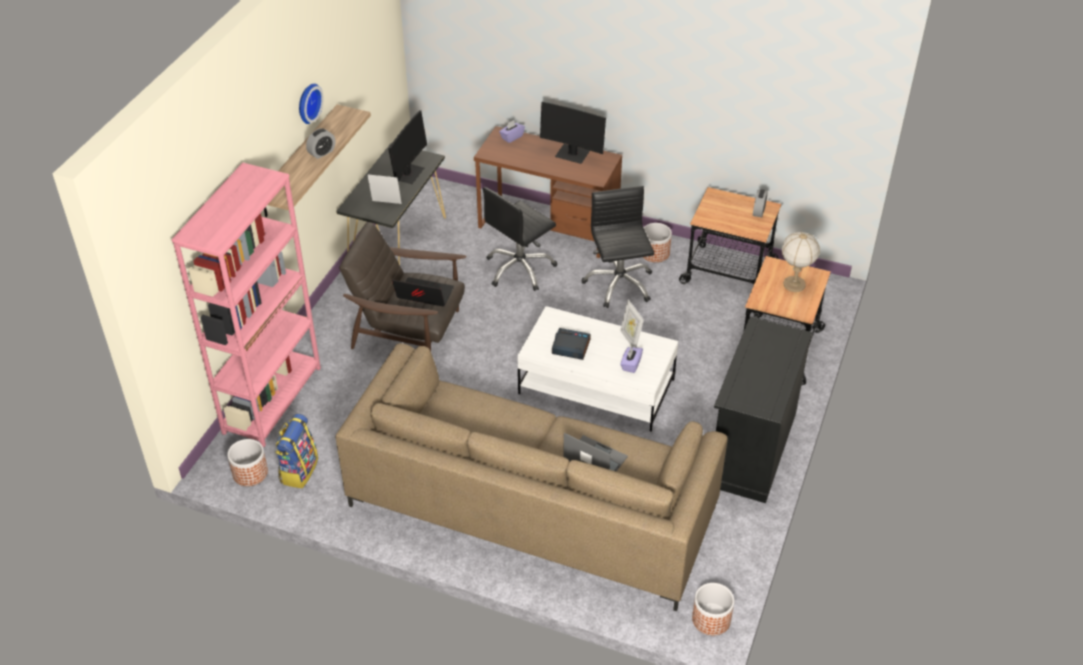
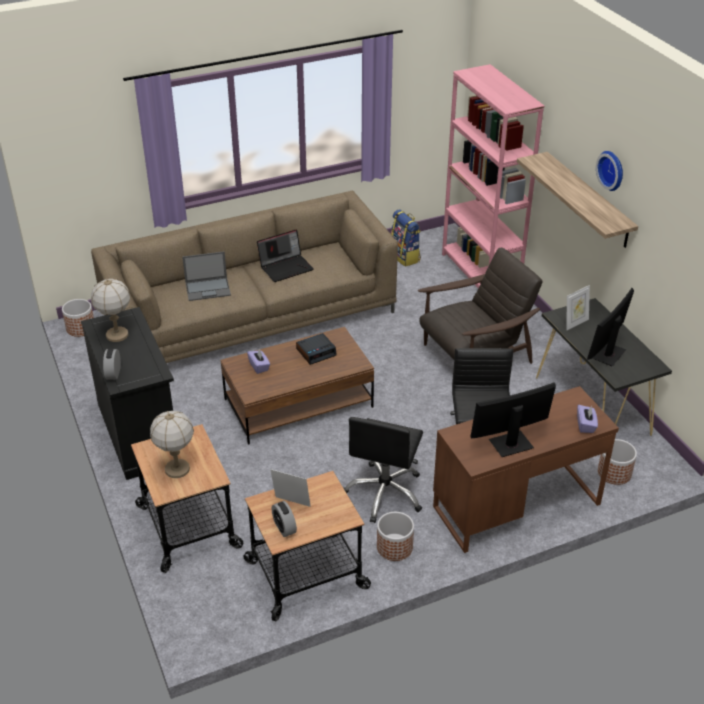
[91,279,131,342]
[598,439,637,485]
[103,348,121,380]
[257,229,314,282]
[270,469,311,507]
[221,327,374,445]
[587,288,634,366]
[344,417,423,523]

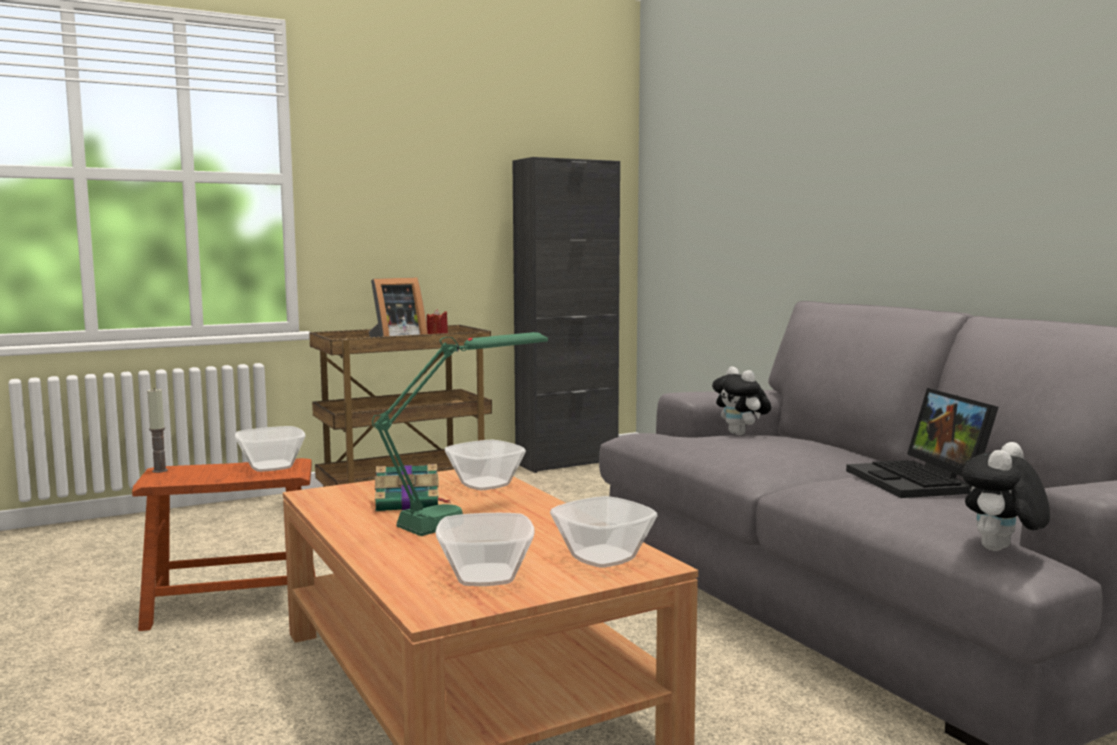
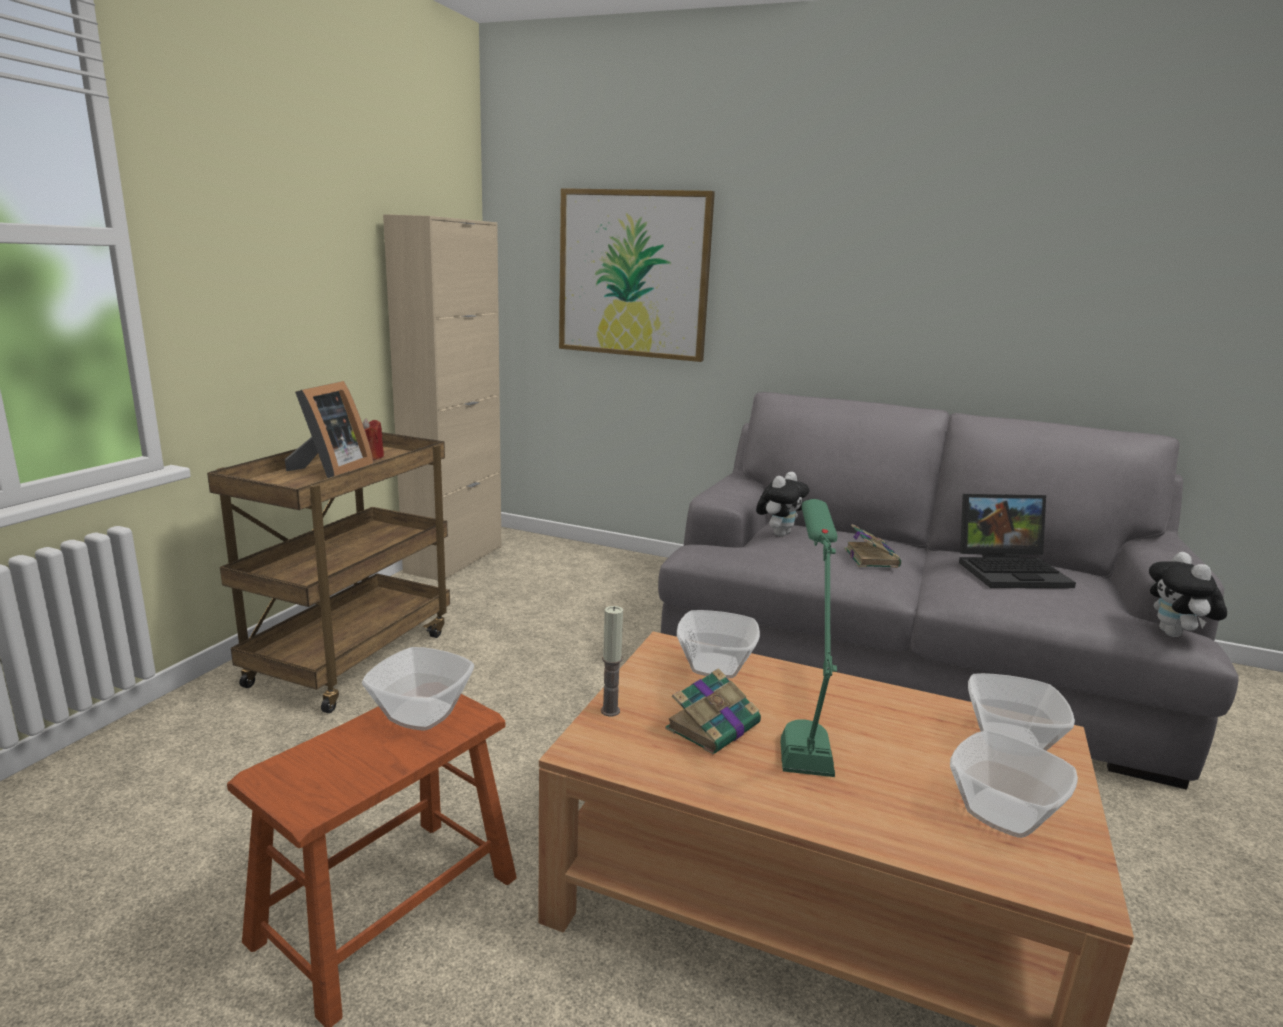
[559,188,715,362]
[845,524,901,568]
[601,606,623,716]
[383,214,501,580]
[756,472,809,537]
[959,494,1076,588]

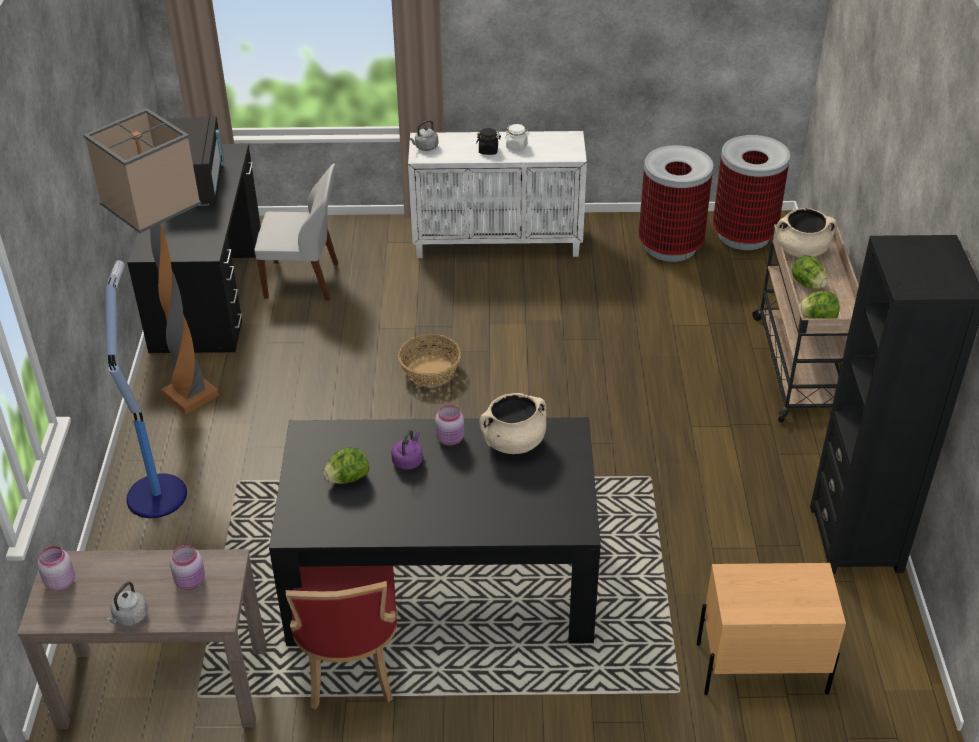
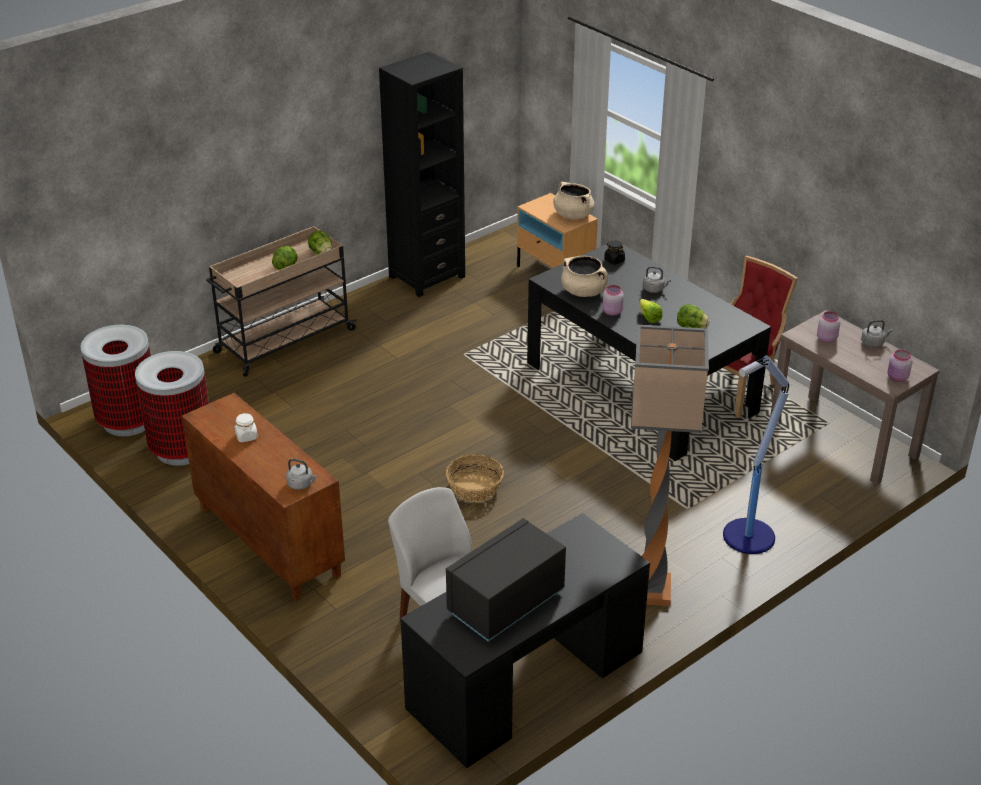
[643,266,671,293]
[604,241,625,265]
[553,182,594,220]
[639,299,663,323]
[182,393,345,601]

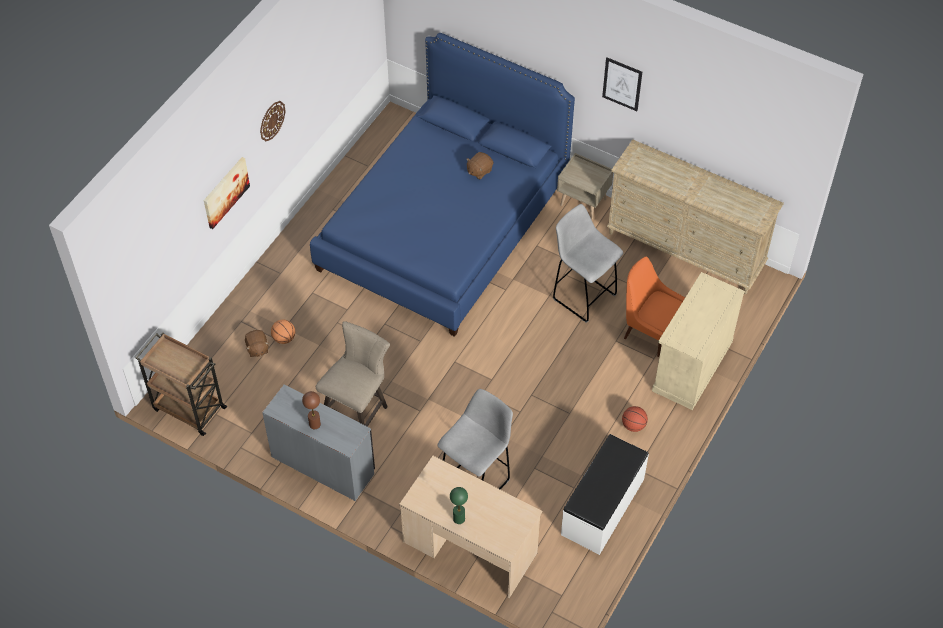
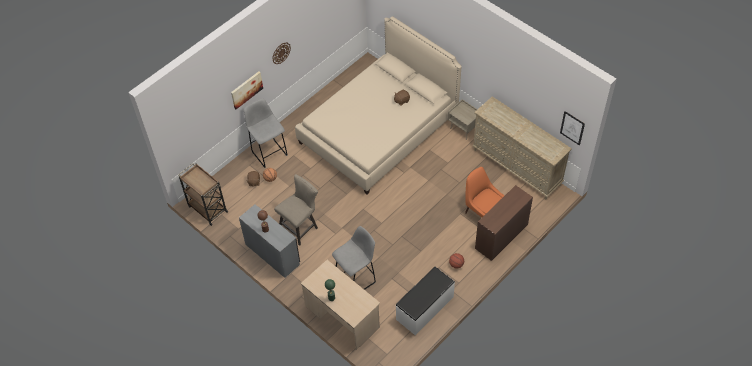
[244,99,288,168]
[560,111,585,146]
[475,185,533,261]
[295,16,461,194]

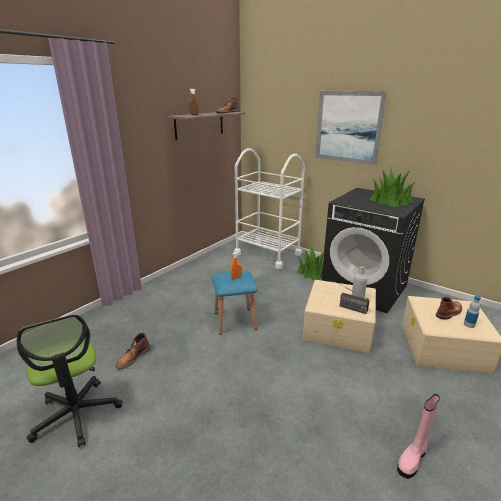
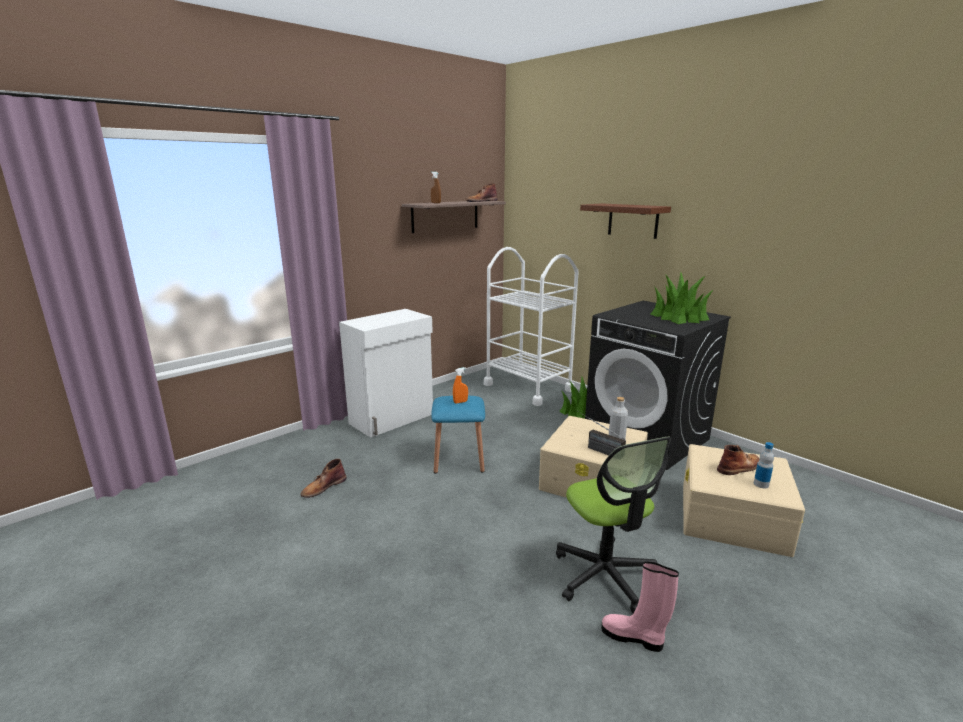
[339,309,433,438]
[556,437,671,614]
[580,203,671,239]
[601,562,679,652]

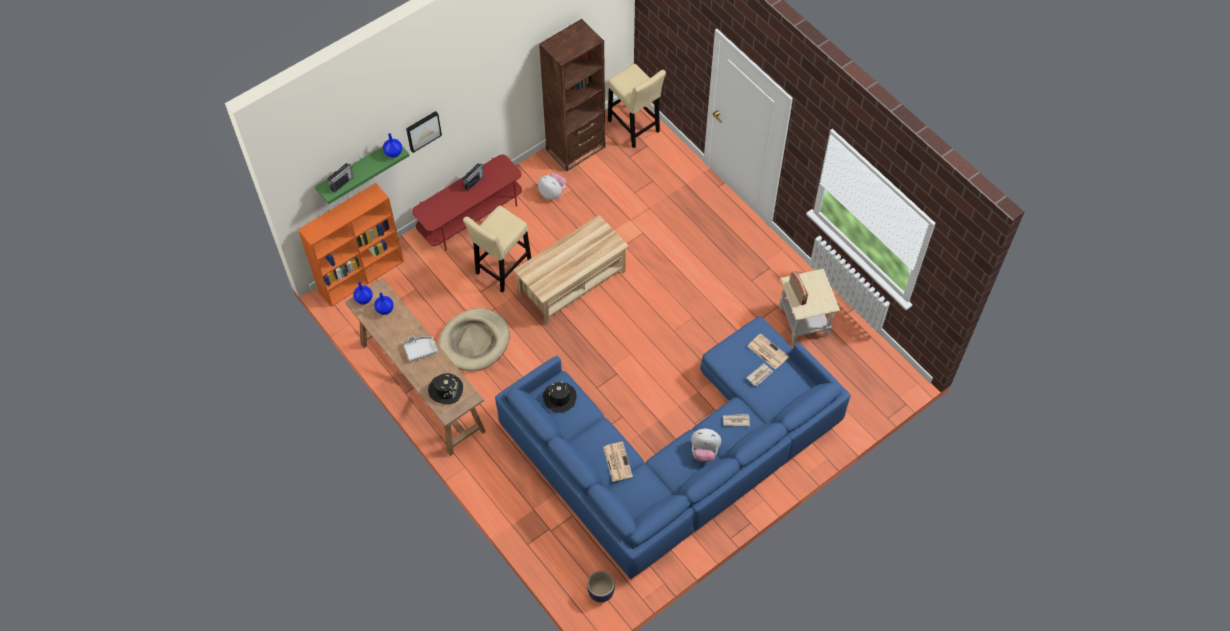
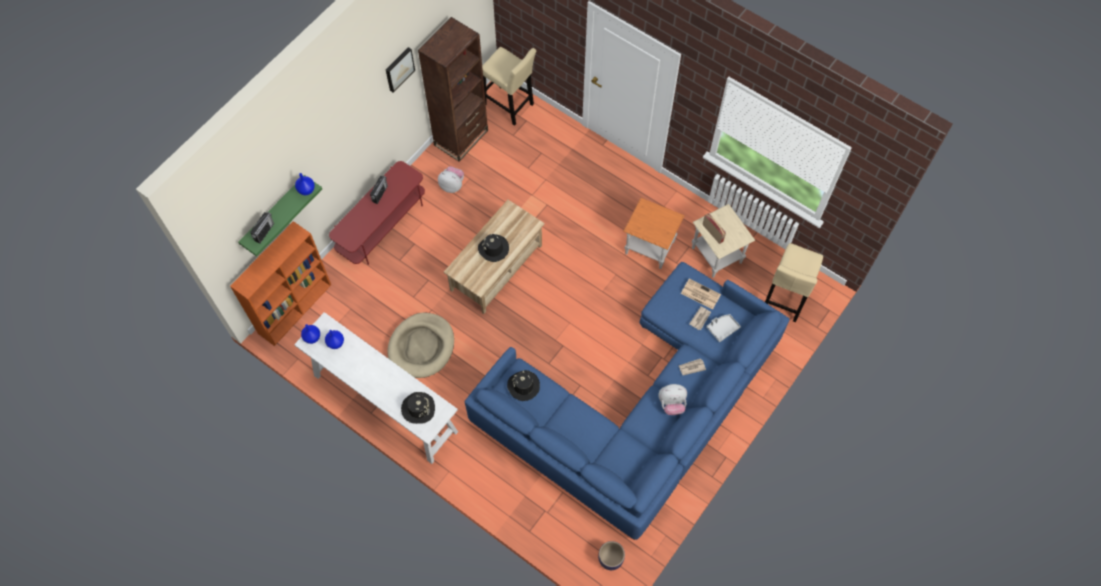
[603,442,633,482] (first image)
[478,233,509,262]
[623,198,685,269]
[706,314,741,342]
[386,47,415,93]
[765,243,823,322]
[294,312,458,464]

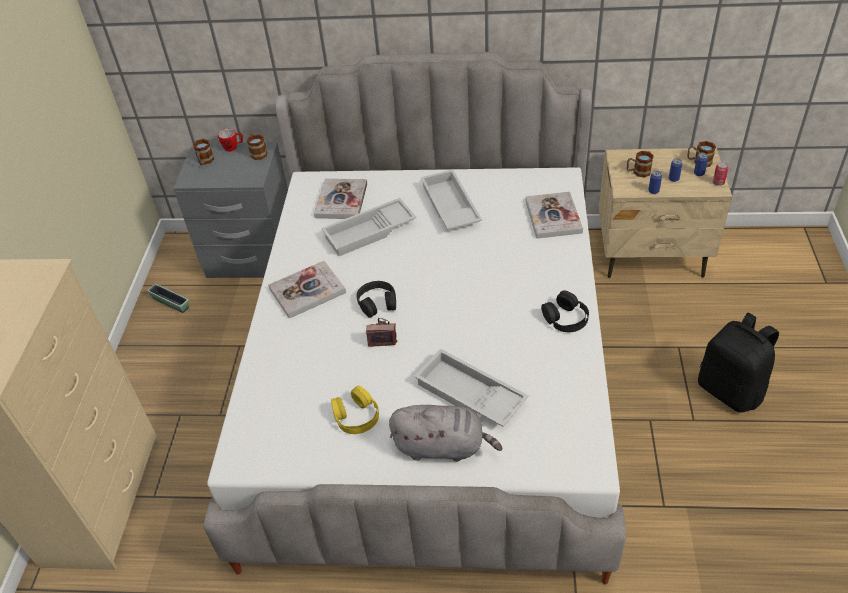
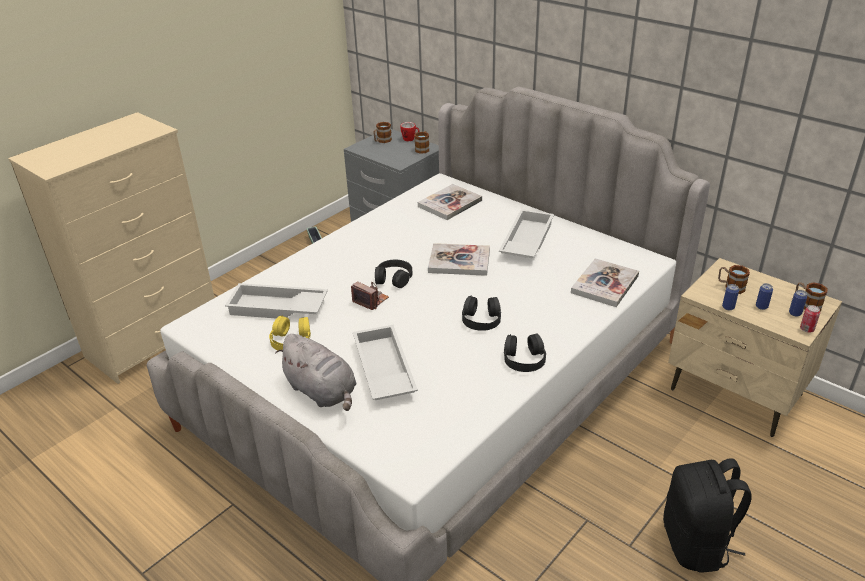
[462,295,501,331]
[428,243,490,276]
[225,283,328,319]

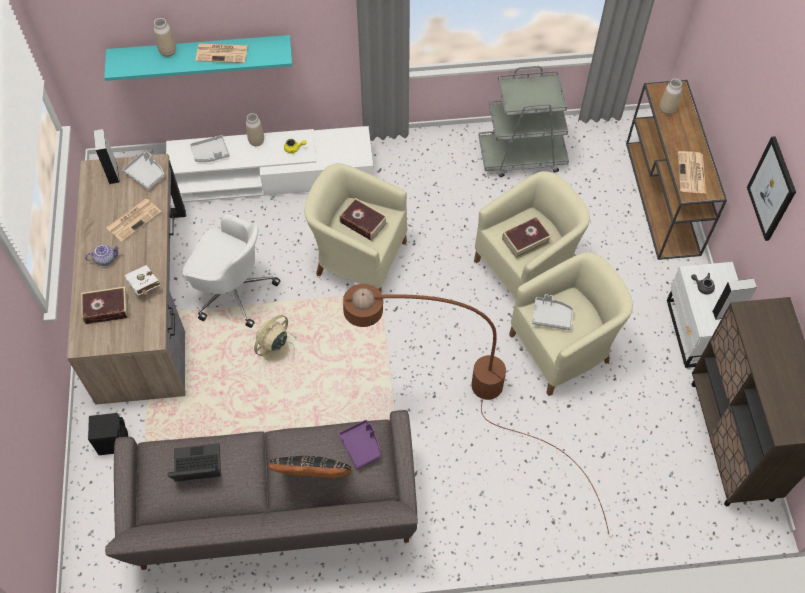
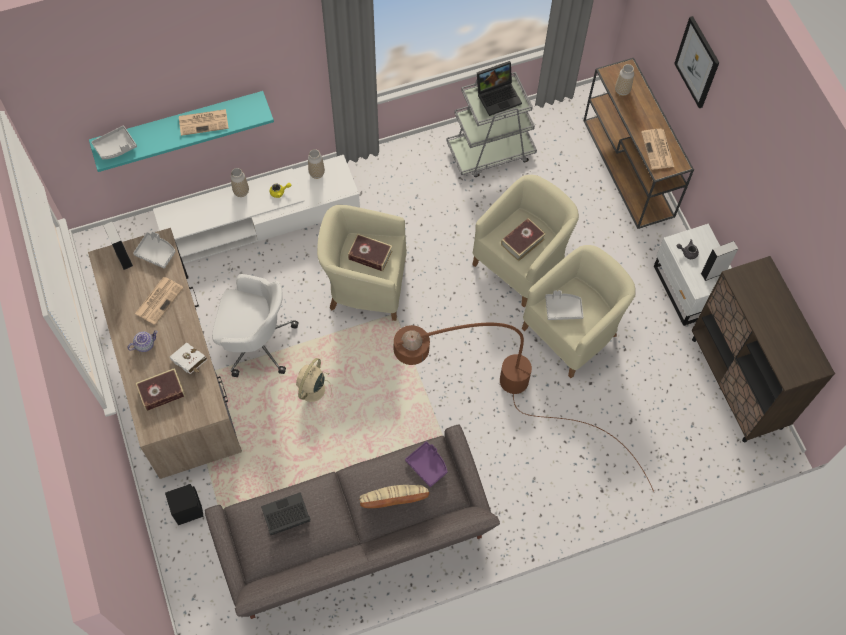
[477,61,522,116]
[308,149,325,179]
[91,126,137,159]
[674,16,720,108]
[360,485,429,508]

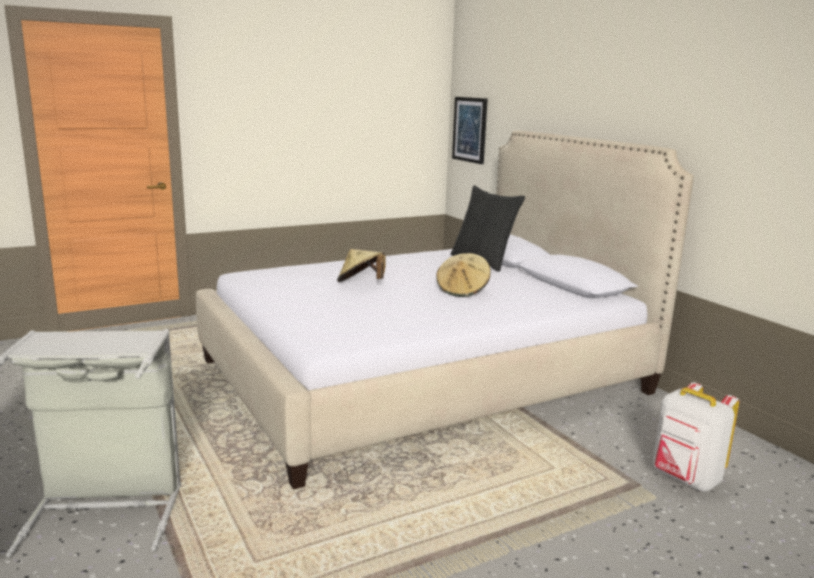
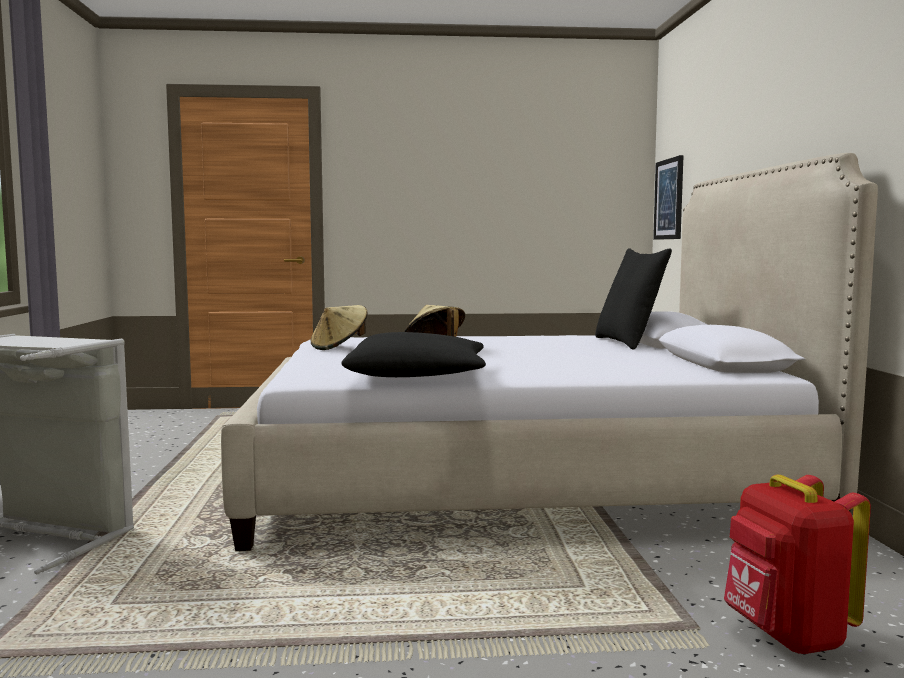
[341,332,486,377]
[311,305,368,350]
[724,475,871,654]

